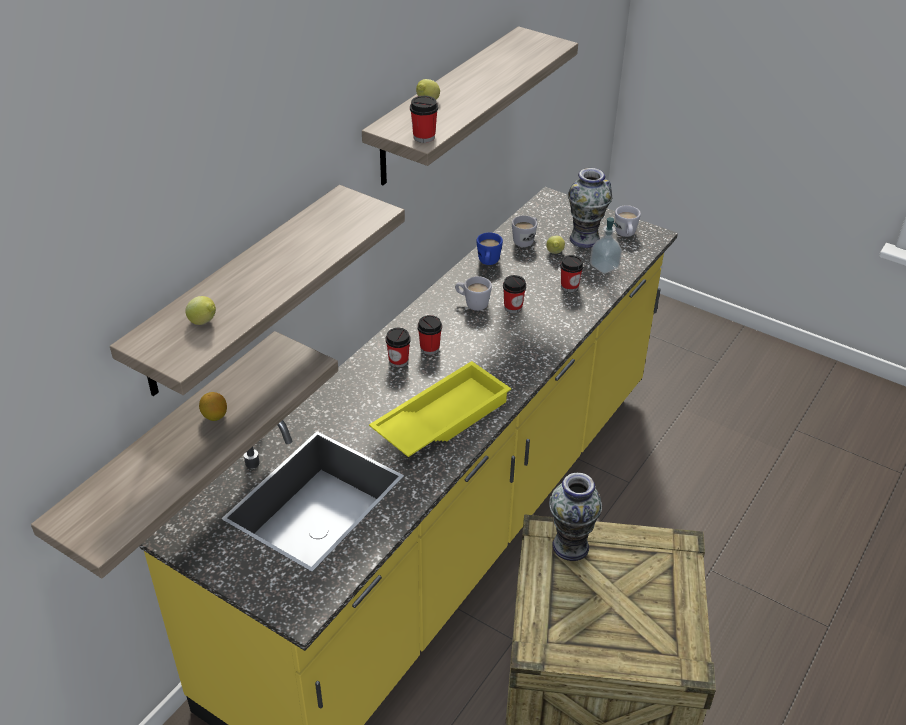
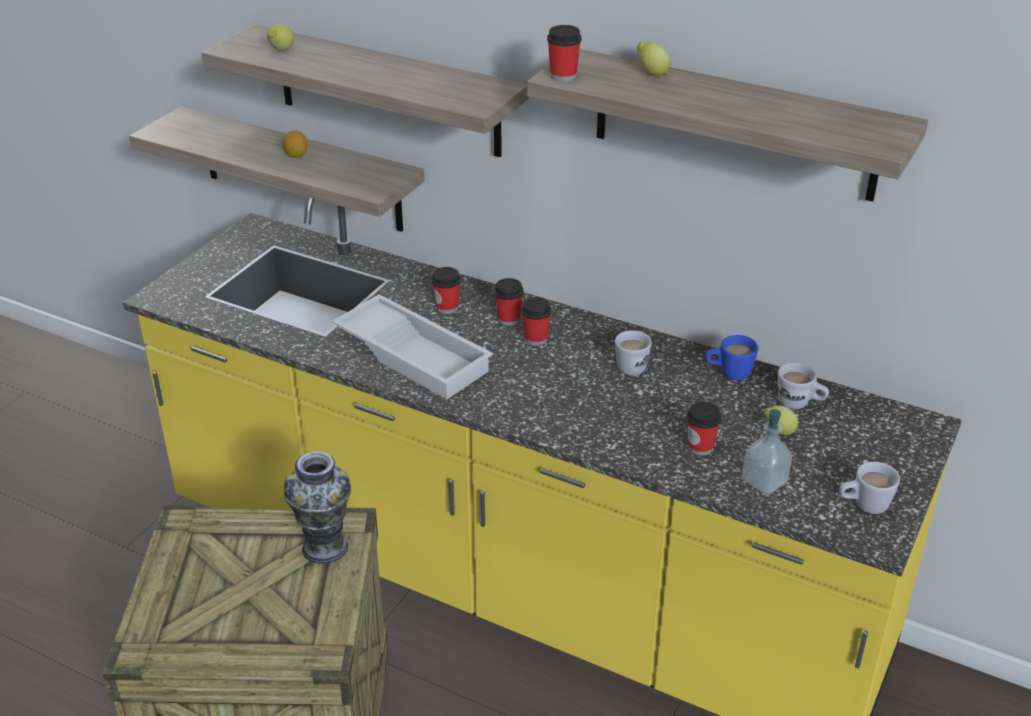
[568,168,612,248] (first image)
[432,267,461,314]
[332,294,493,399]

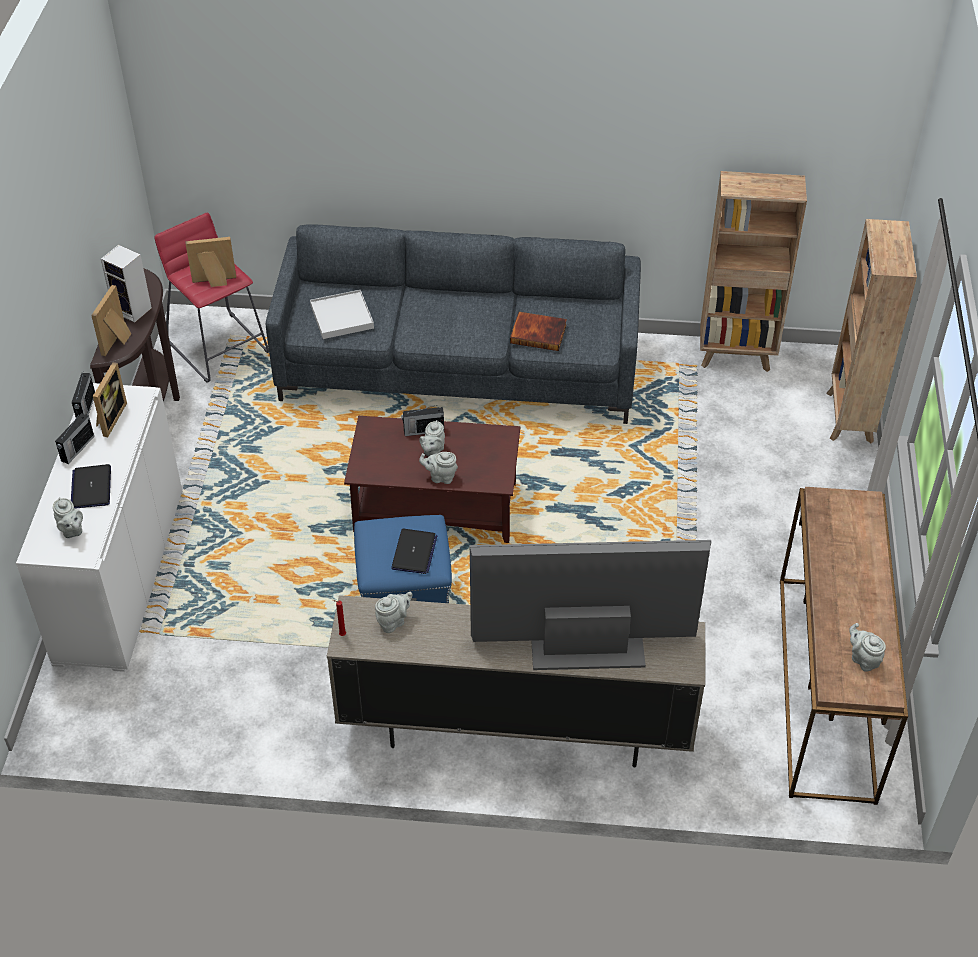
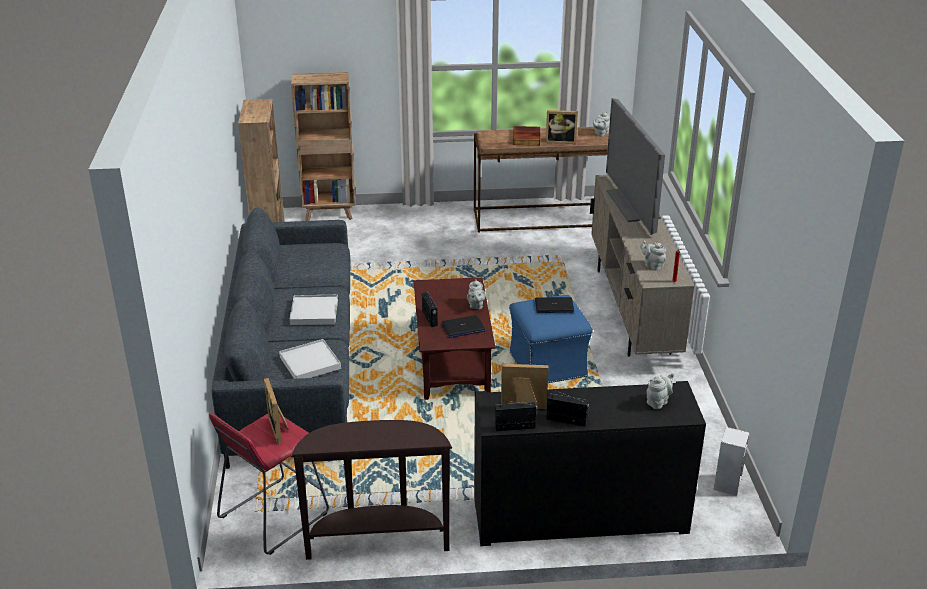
[419,420,445,456] (first image)
[289,295,338,325]
[441,315,485,338]
[546,110,578,144]
[713,427,750,496]
[513,126,540,146]
[474,381,706,546]

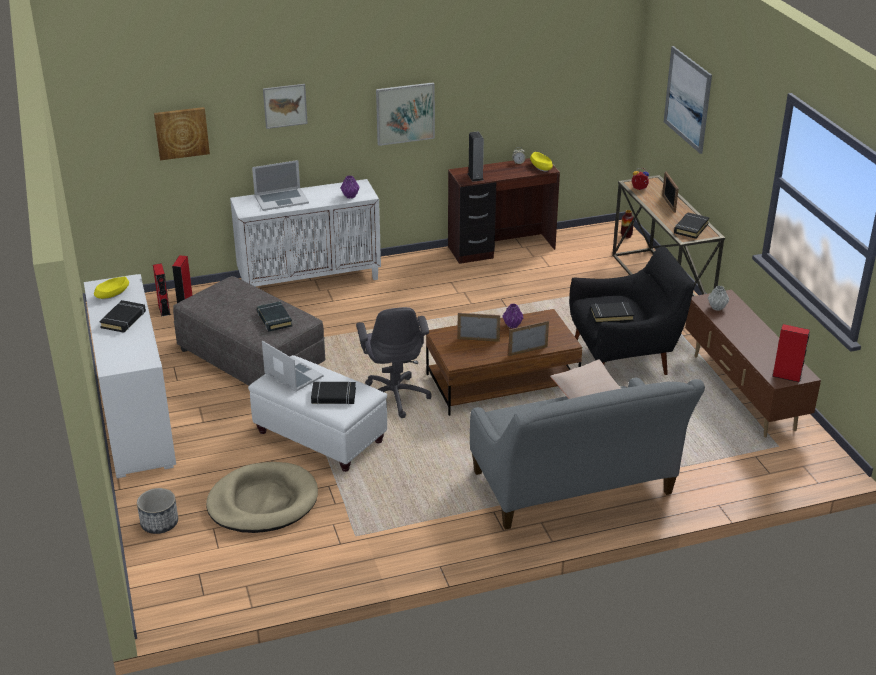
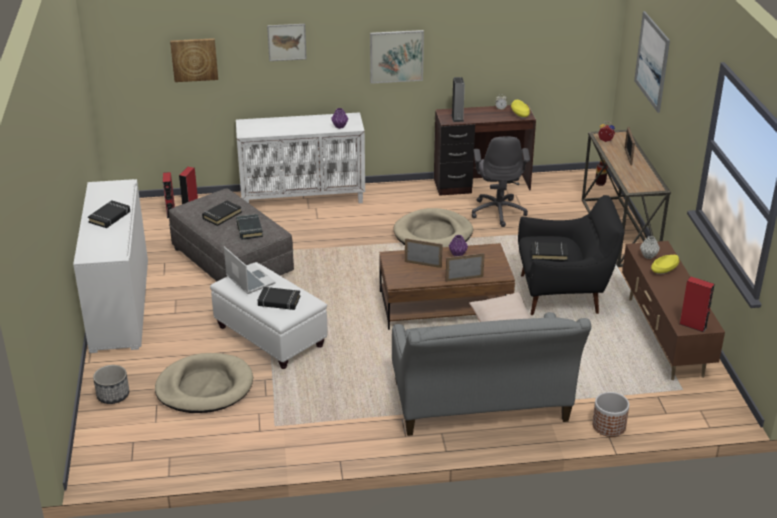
[252,160,309,211] (first image)
[394,208,473,247]
[592,392,629,437]
[651,255,679,274]
[472,137,530,227]
[202,200,242,226]

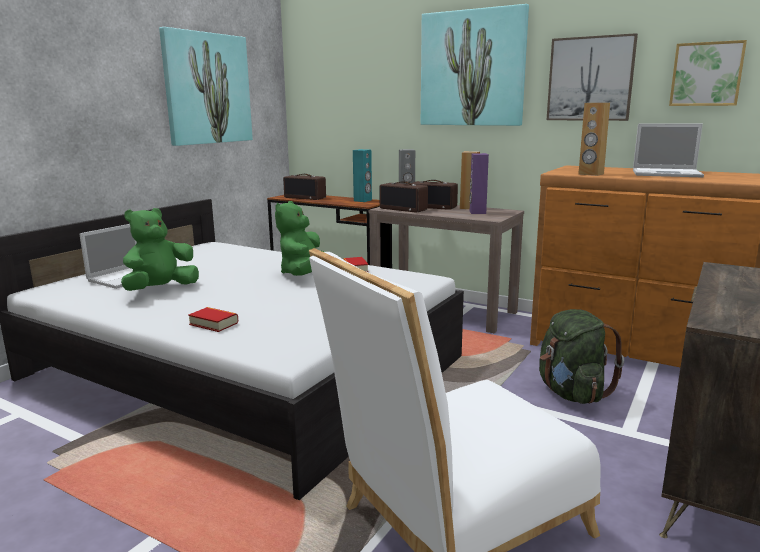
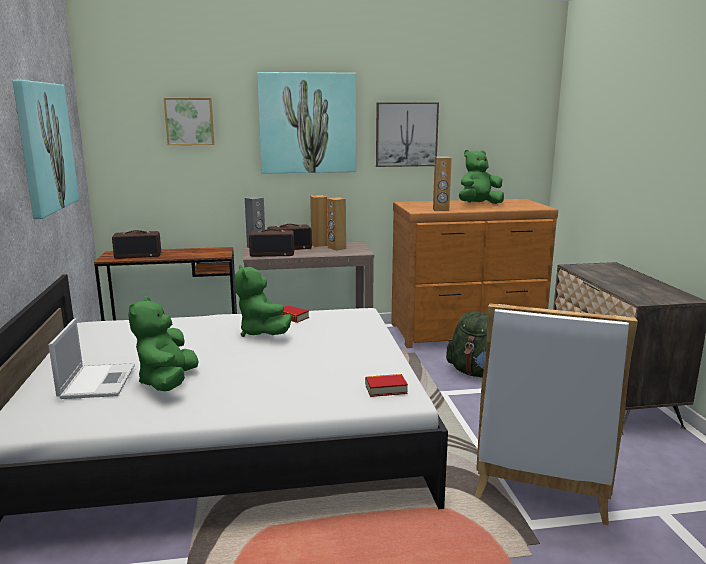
[353,149,372,202] (first image)
[365,374,408,397]
[164,98,214,145]
[459,150,504,204]
[327,197,346,251]

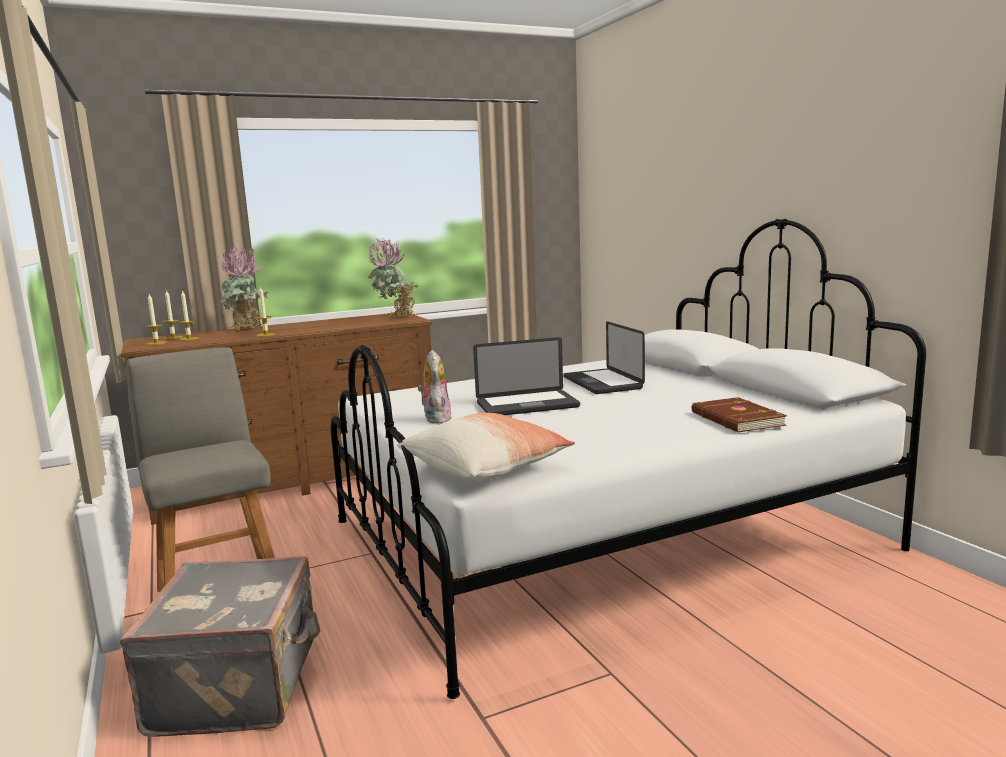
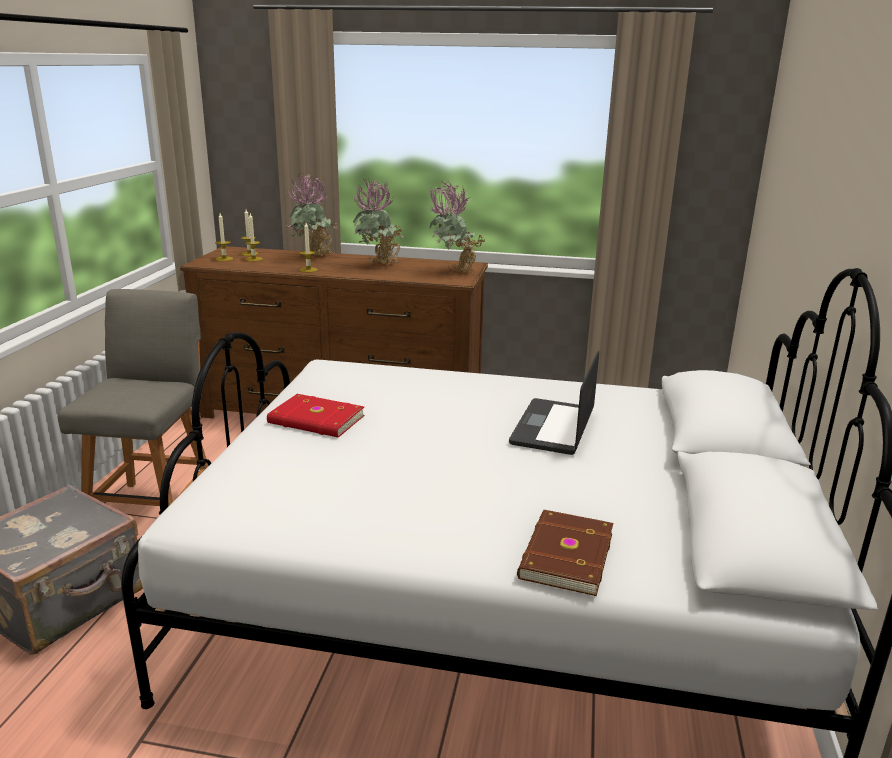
[397,413,575,482] (first image)
[473,337,580,415] (first image)
[353,178,404,265]
[267,394,365,437]

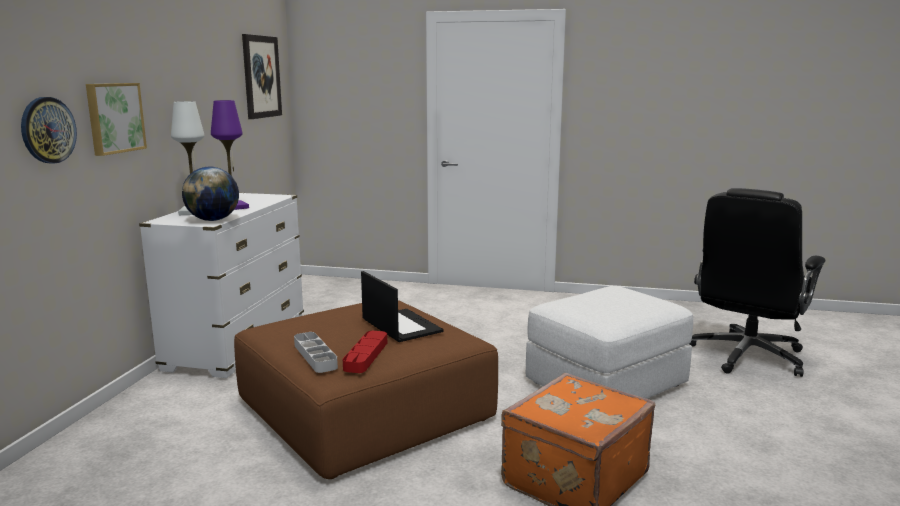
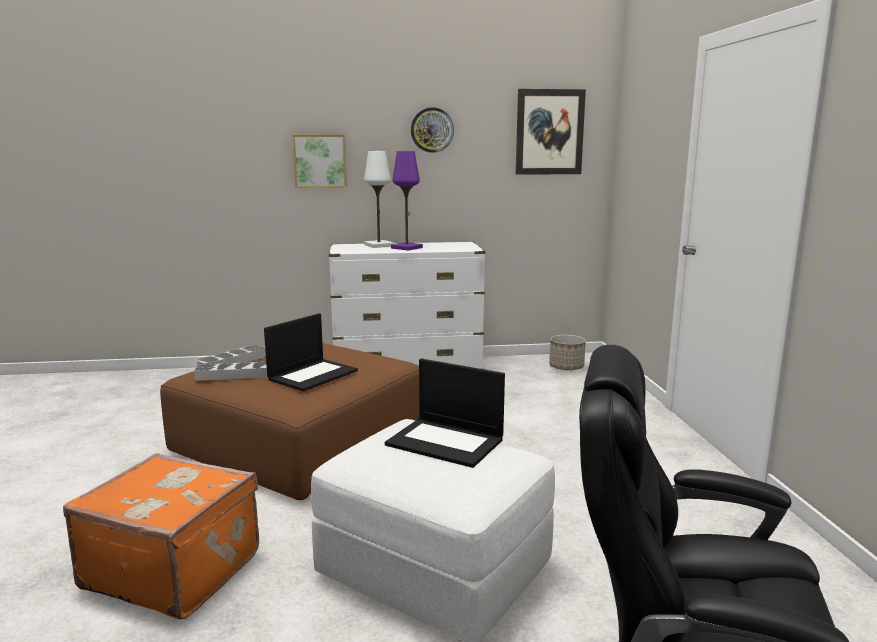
[182,167,239,221] (first image)
[385,358,505,468]
[549,335,586,370]
[411,107,454,153]
[194,362,267,381]

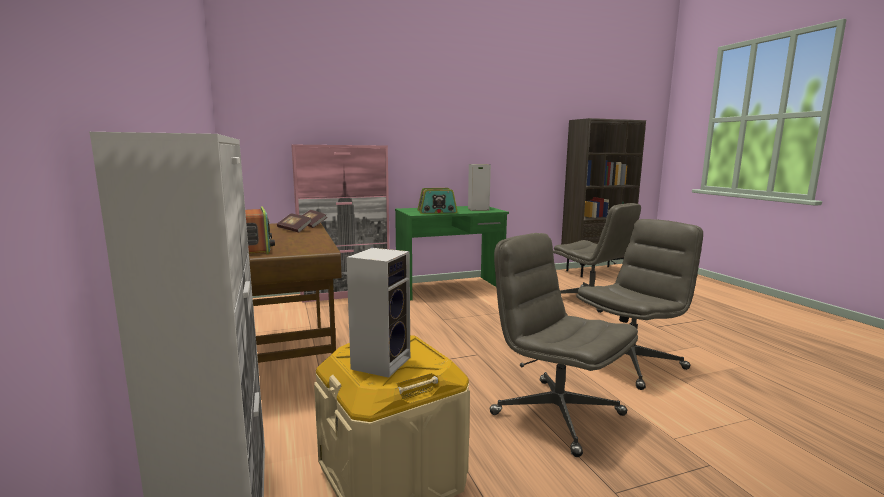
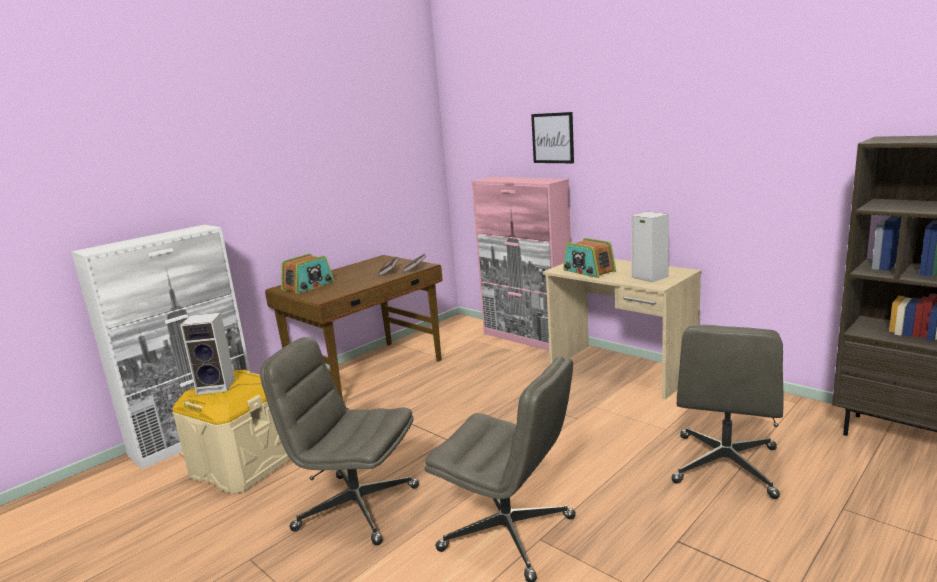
[531,112,574,163]
[543,259,701,399]
[260,337,419,545]

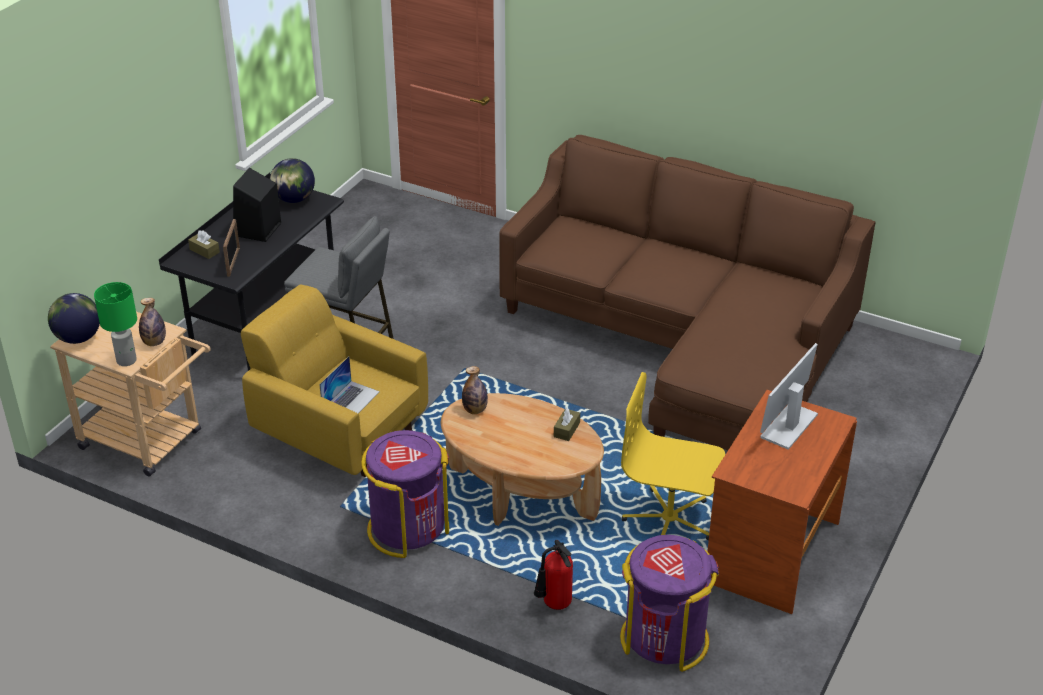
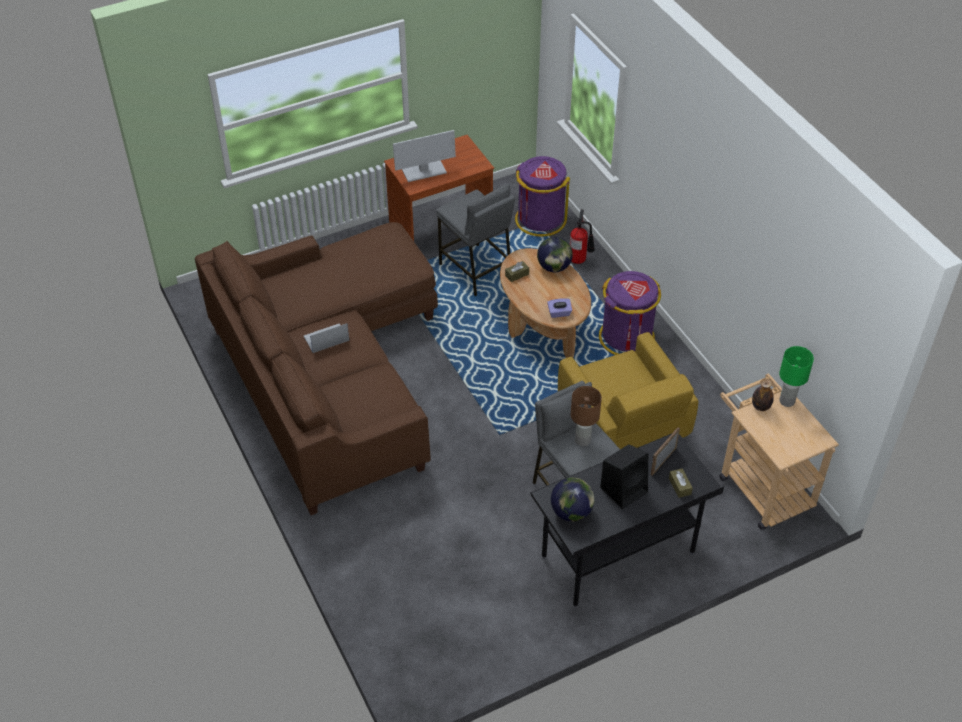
[571,386,602,446]
[537,237,573,272]
[304,323,349,353]
[547,298,572,318]
[436,184,515,296]

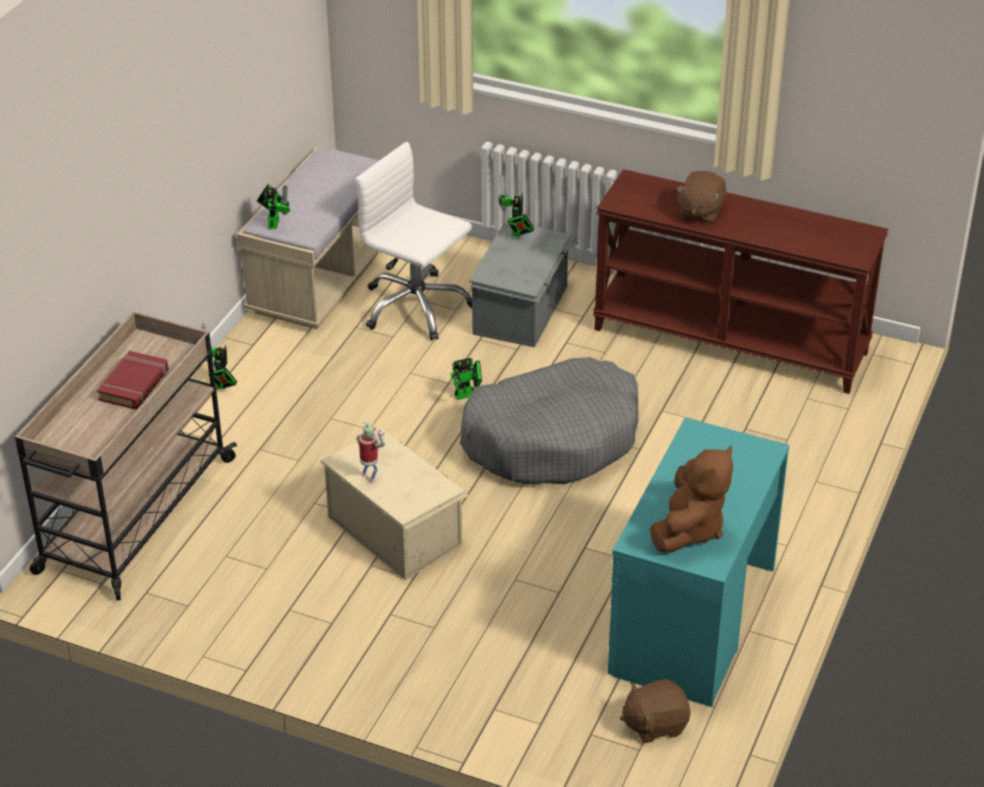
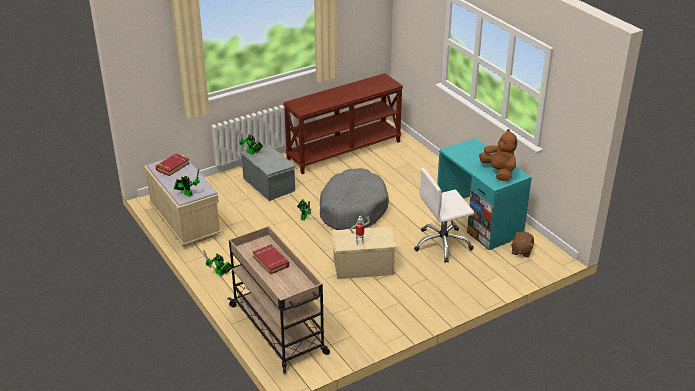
[676,171,726,223] (first image)
[156,153,190,176]
[414,168,474,263]

